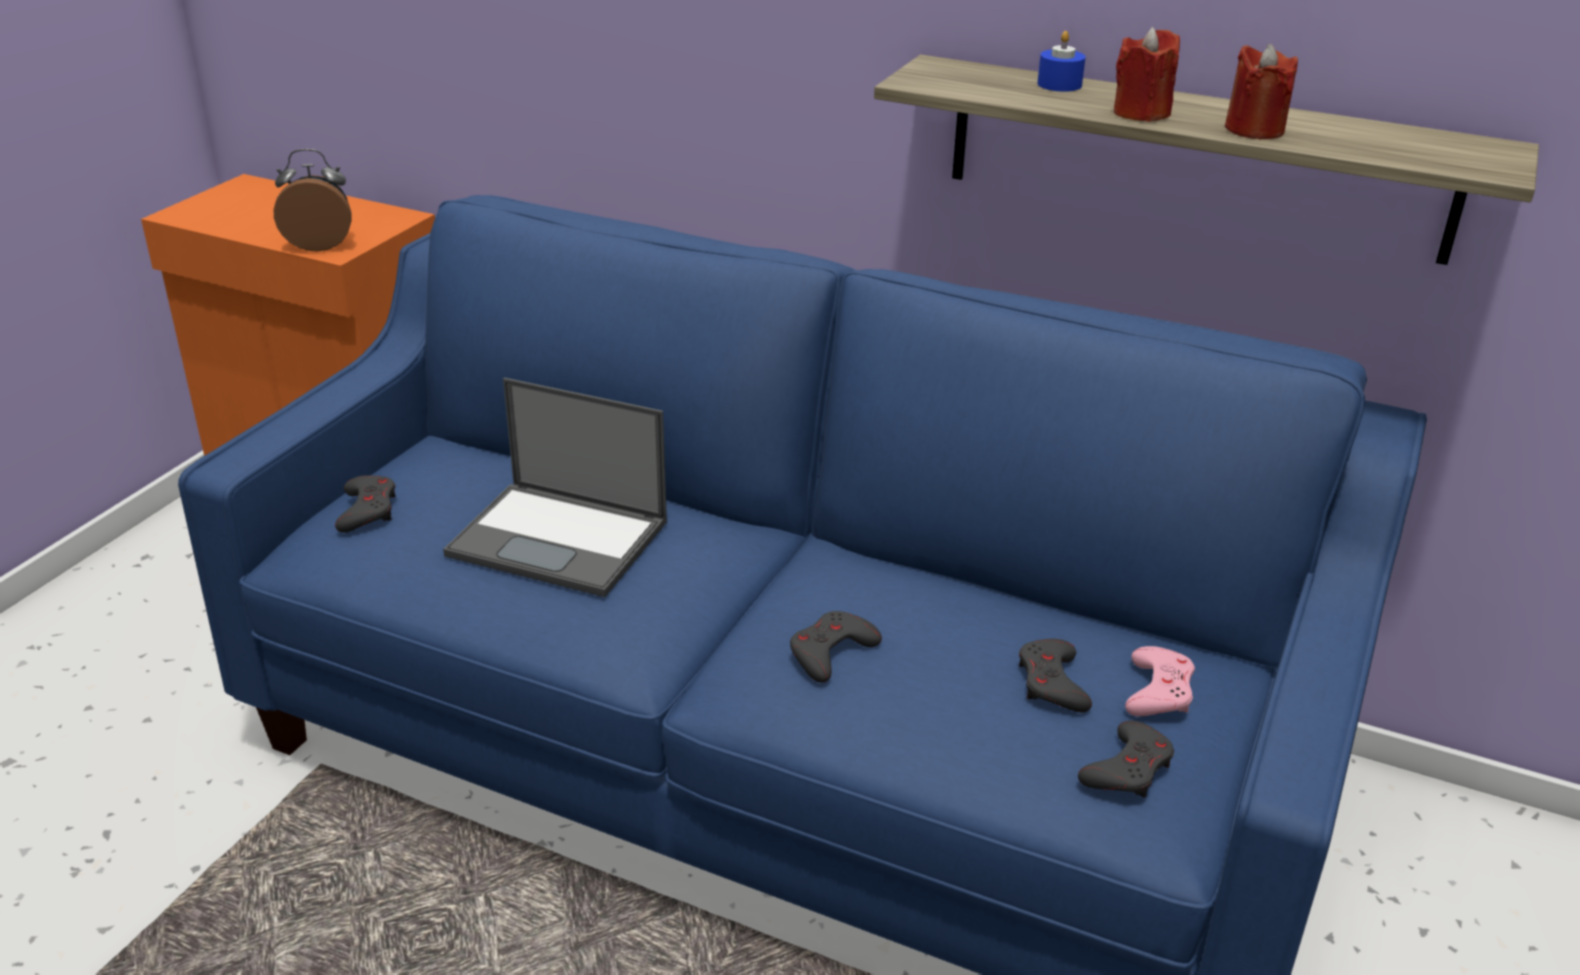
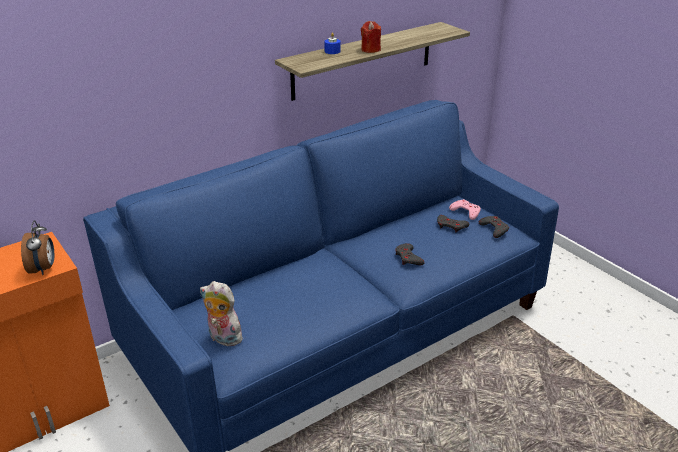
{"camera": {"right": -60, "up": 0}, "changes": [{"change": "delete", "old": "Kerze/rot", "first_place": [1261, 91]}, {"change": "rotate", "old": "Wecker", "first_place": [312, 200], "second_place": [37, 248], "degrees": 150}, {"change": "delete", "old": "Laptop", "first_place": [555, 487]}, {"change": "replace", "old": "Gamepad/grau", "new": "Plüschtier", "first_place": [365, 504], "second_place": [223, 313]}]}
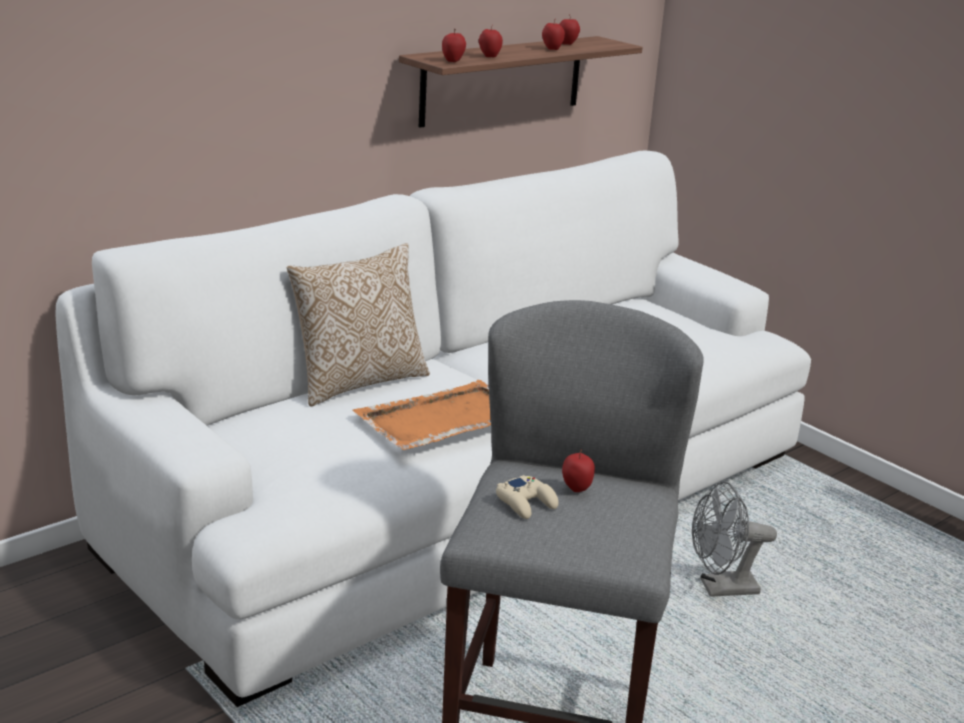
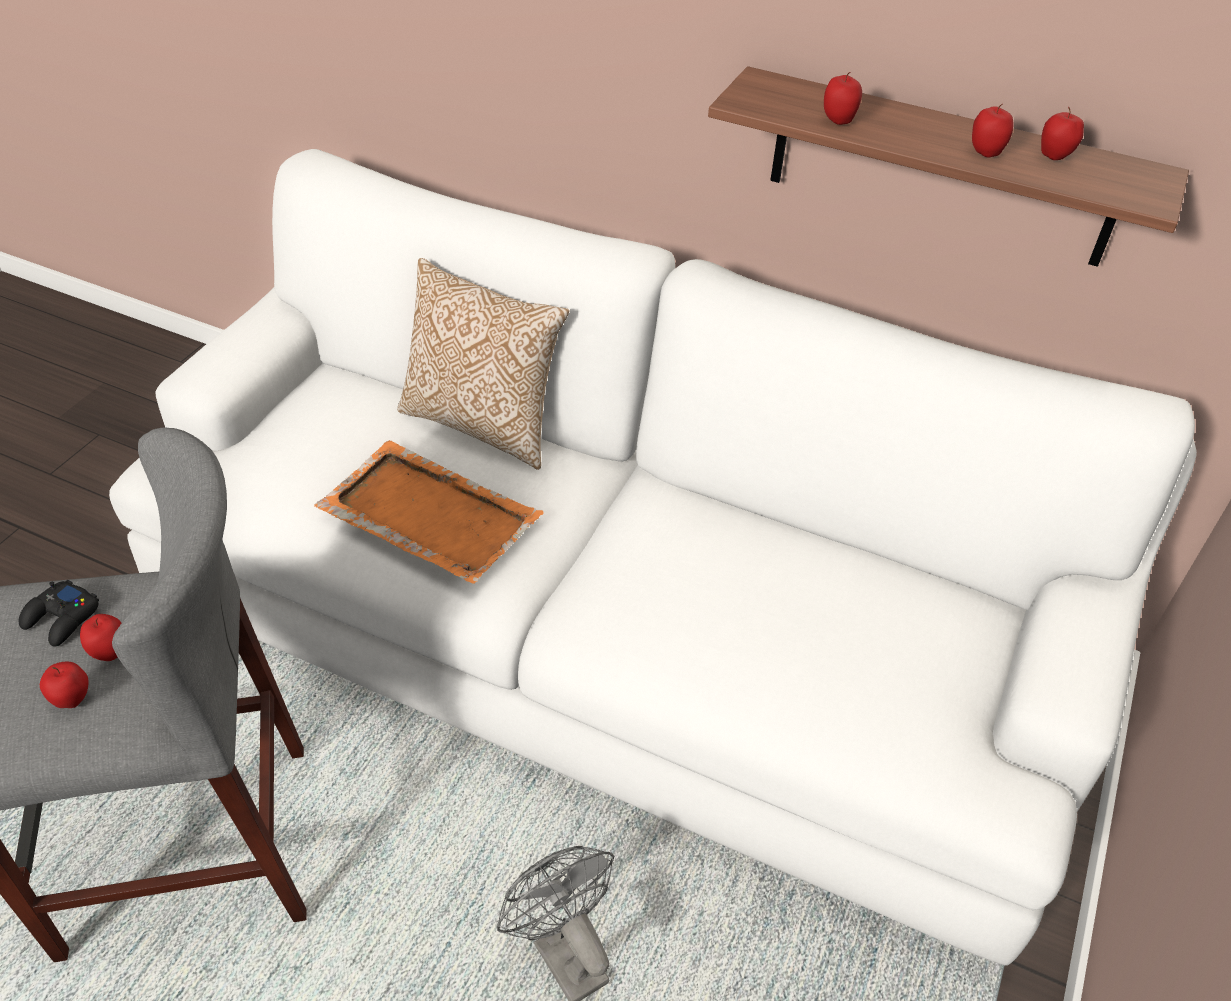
{"camera": {"right": 65, "up": 20}, "changes": [{"change": "move", "old": "Apfel", "first_place": [454, 45], "second_place": [64, 685]}, {"change": "recolor", "old": "Gamepad/beige", "new": "Gamepad/schwarz", "first_place": [527, 497], "second_place": [59, 613]}]}
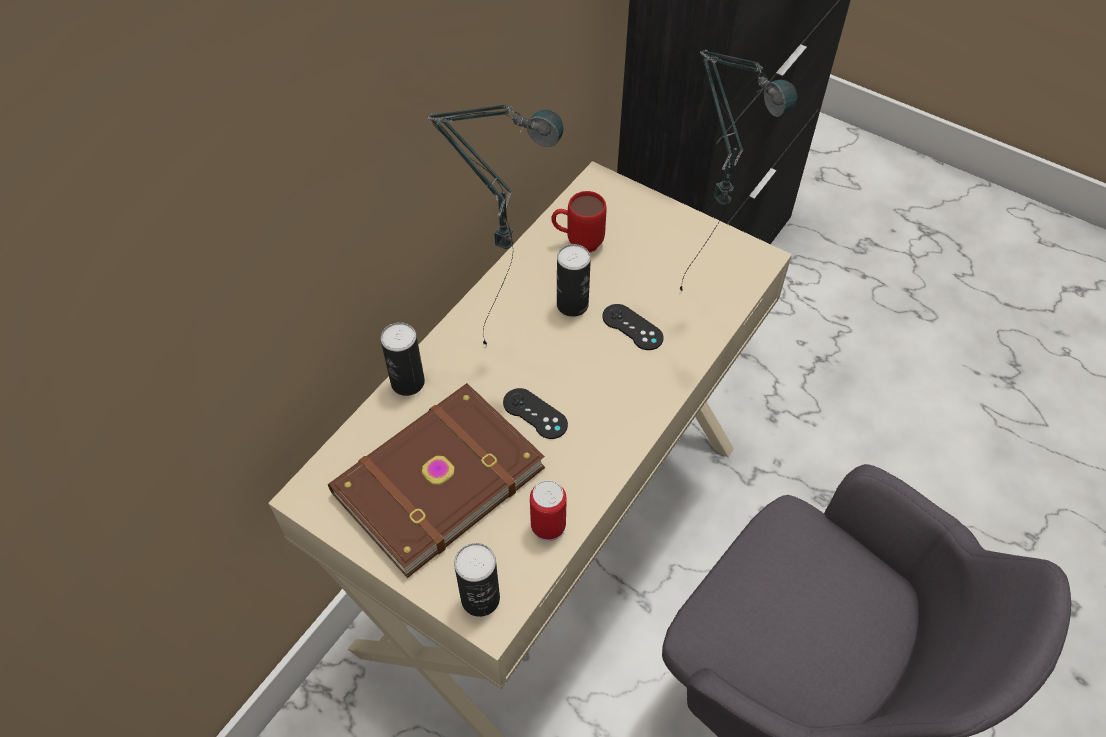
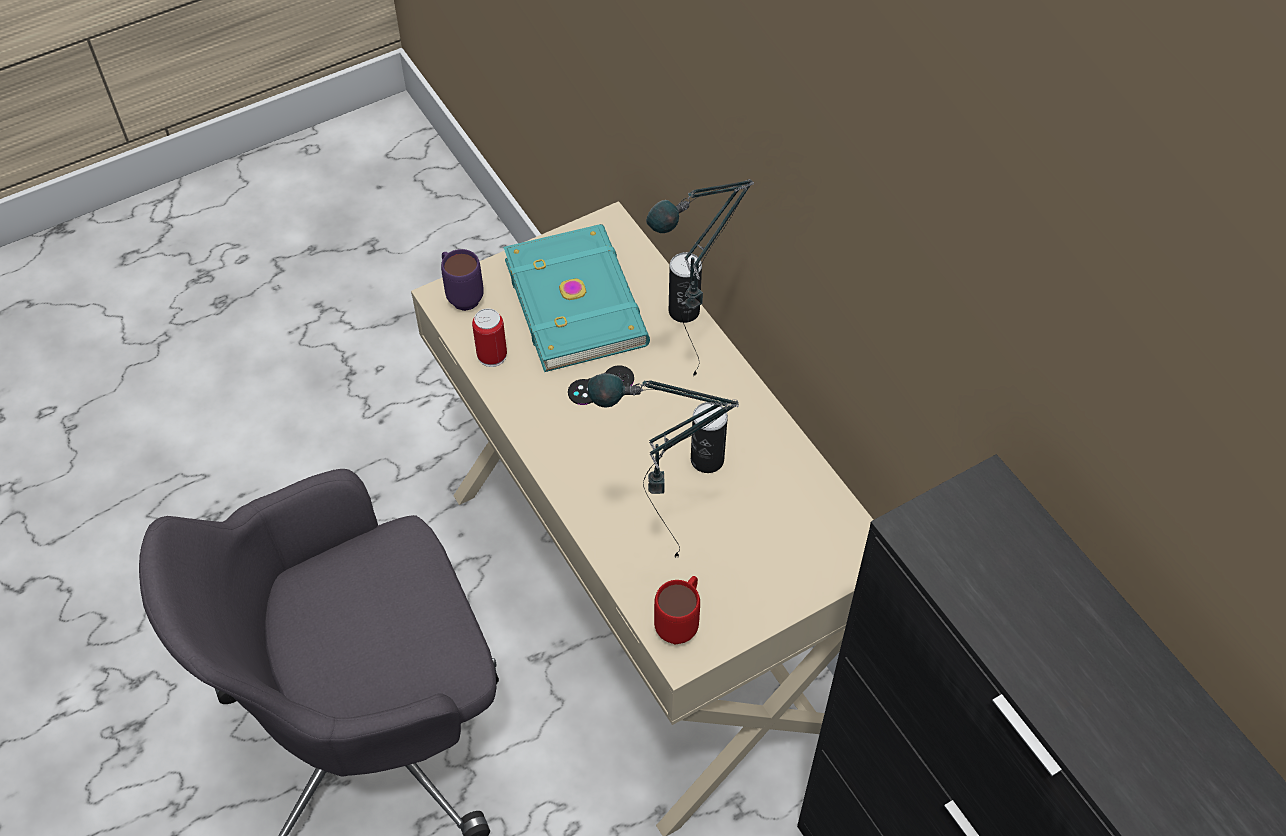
{"camera": {"right": 115, "up": 0}, "changes": [{"change": "move", "old": "Henkelbecher/rot", "first_place": [579, 222], "second_place": [677, 610]}, {"change": "delete", "old": "Gamepad/schwarz", "first_place": [633, 327]}, {"change": "recolor", "old": "Buch/braun", "new": "Buch/türkis", "first_place": [436, 480], "second_place": [576, 298]}, {"change": "replace", "old": "Dose", "new": "Henkelbecher/lila", "first_place": [477, 580], "second_place": [462, 280]}]}
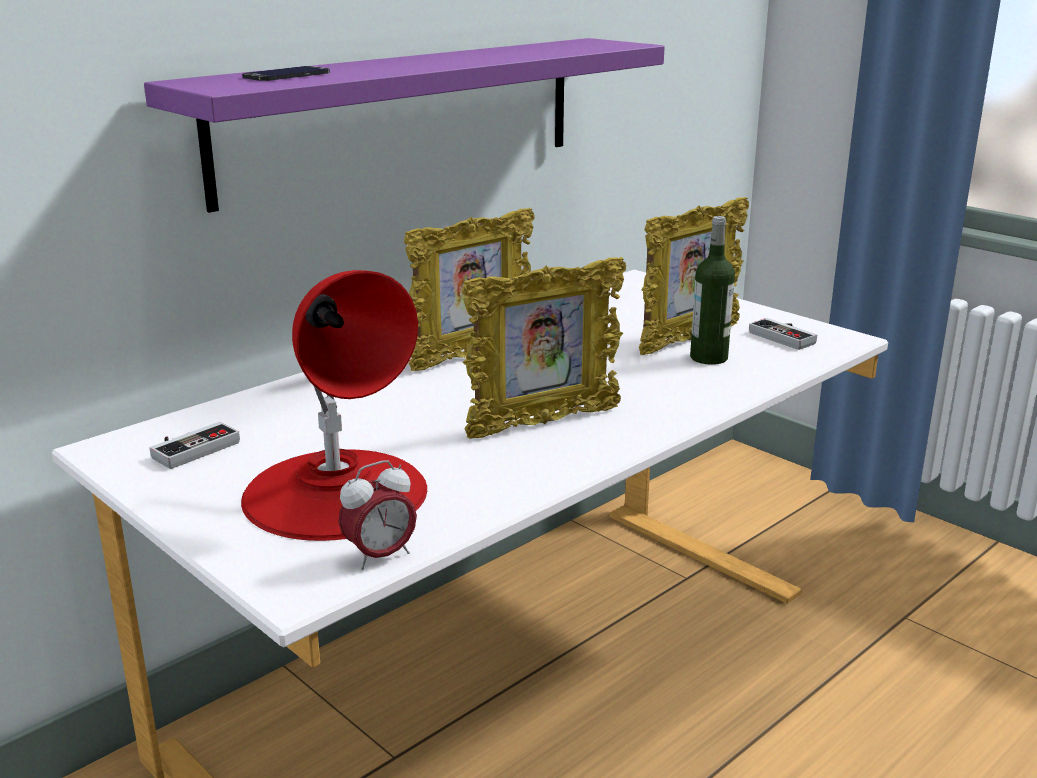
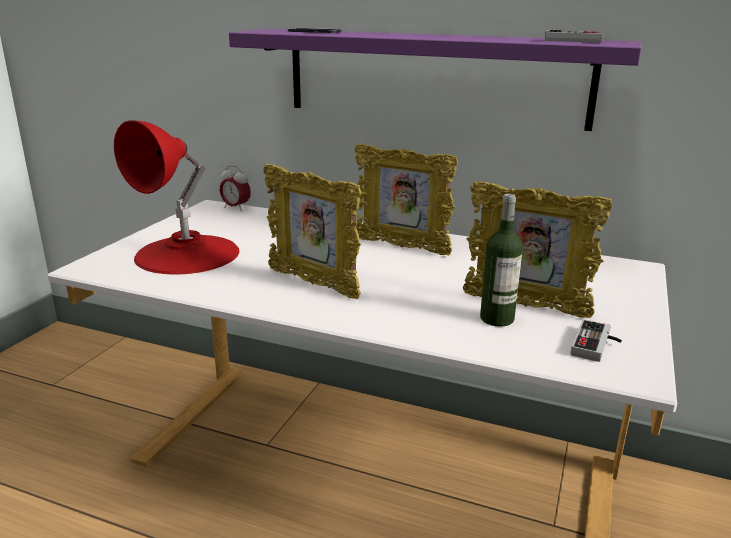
{"camera": {"right": 65, "up": 0}, "changes": [{"change": "move", "old": "Gamepad", "first_place": [195, 445], "second_place": [574, 36]}, {"change": "move", "old": "Wecker", "first_place": [377, 515], "second_place": [235, 188]}]}
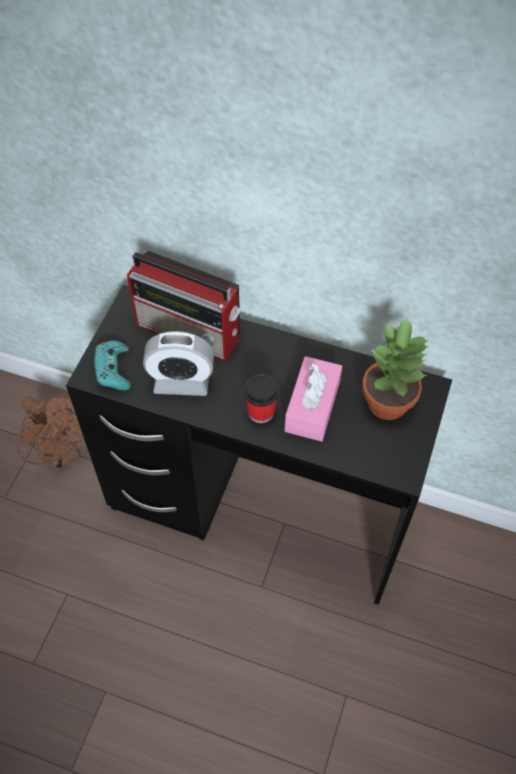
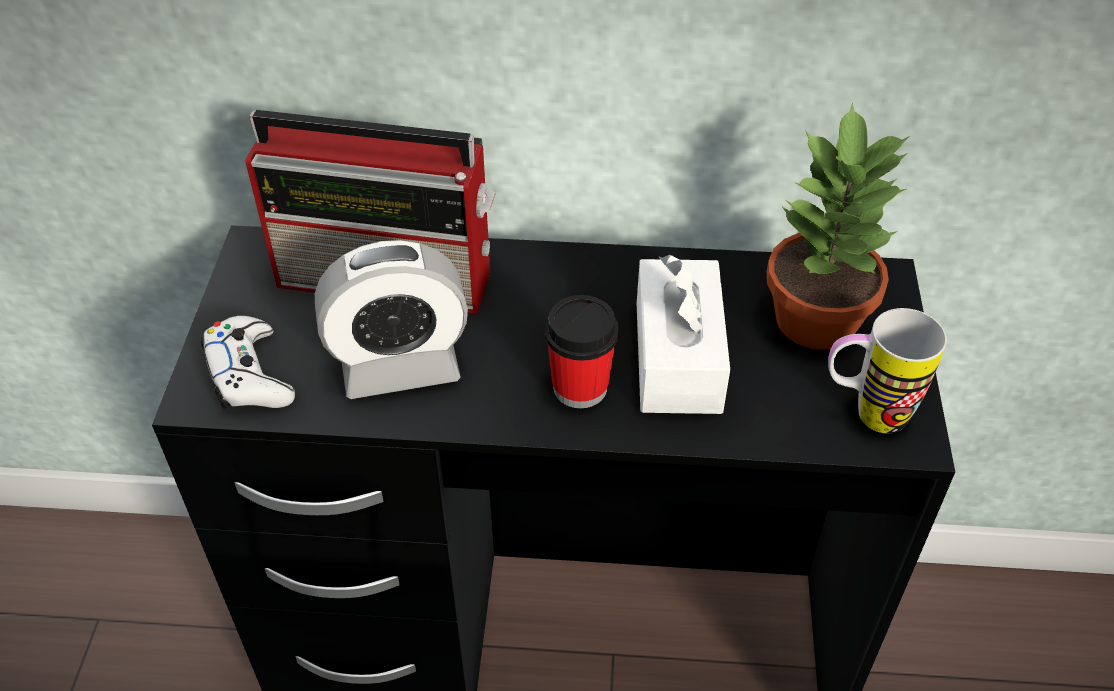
{"camera": {"right": -15, "up": -10}, "changes": [{"change": "recolor", "old": "Gamepad/türkis", "new": "Gamepad/weiß", "first_place": [112, 365], "second_place": [248, 362]}, {"change": "recolor", "old": "Taschentuchbox/rosa", "new": "Taschentuchbox/weiß", "first_place": [313, 399], "second_place": [683, 334]}, {"change": "delete", "old": "Ventilator/braun", "first_place": [50, 432]}, {"change": "insert", "new": "Henkelbecher", "second_place": [887, 370]}]}
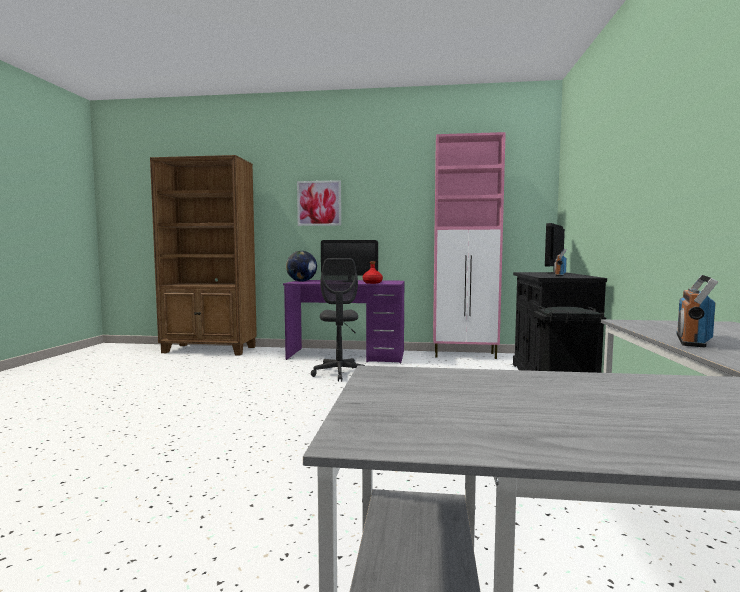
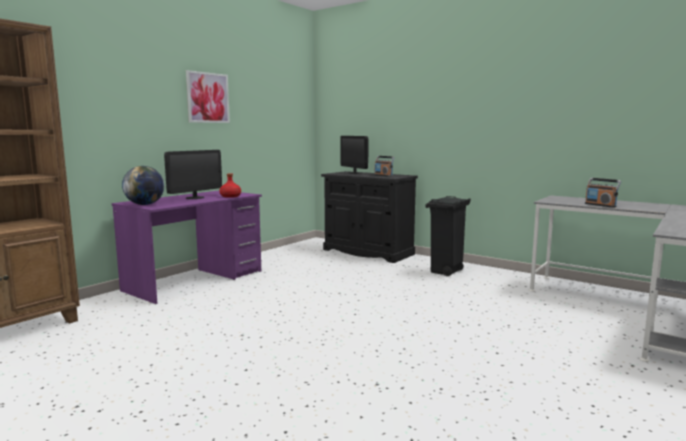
{"camera": {"right": -60, "up": 5}, "changes": [{"change": "delete", "old": "Schrank/rosa", "first_place": [469, 245]}, {"change": "move", "old": "Bild", "first_place": [319, 203], "second_place": [208, 96]}, {"change": "delete", "old": "Bürostuhl/grau", "first_place": [338, 319]}]}
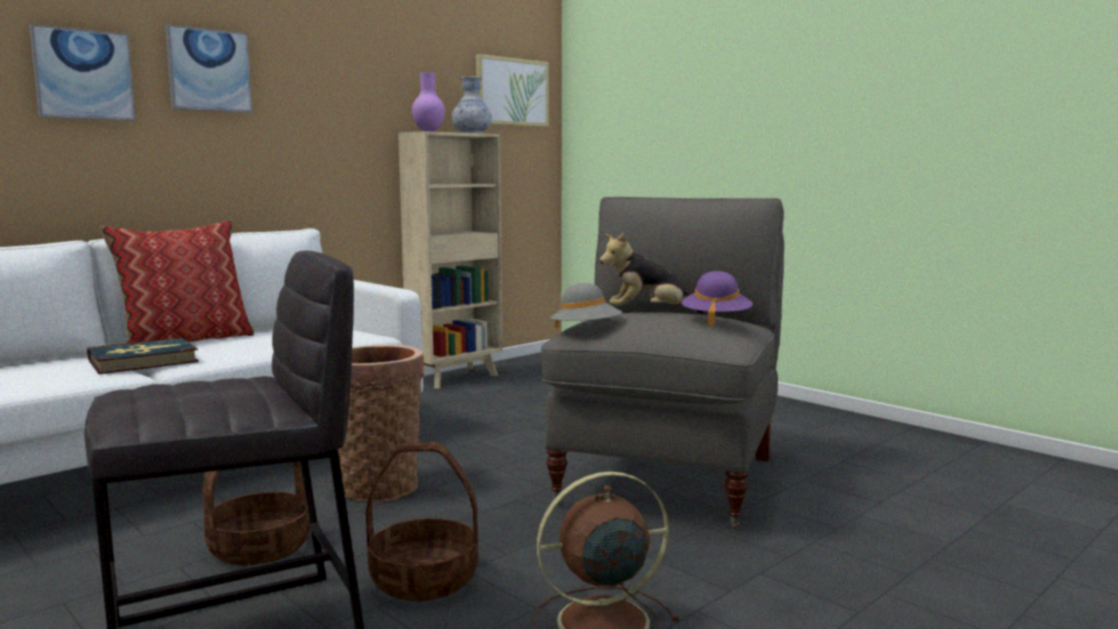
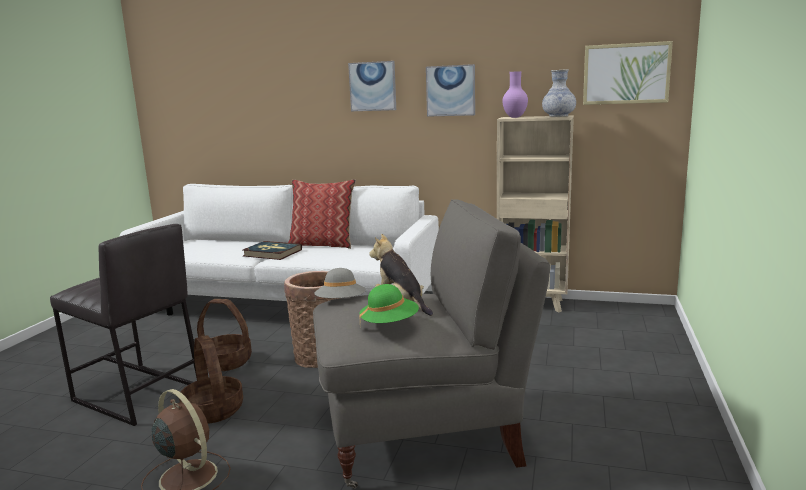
{"camera": {"right": 60, "up": 5}, "changes": [{"change": "move", "old": "Bild", "first_place": [82, 72], "second_place": [450, 90]}, {"change": "recolor", "old": "Hut/lila", "new": "Hut/grün", "first_place": [717, 299], "second_place": [389, 303]}]}
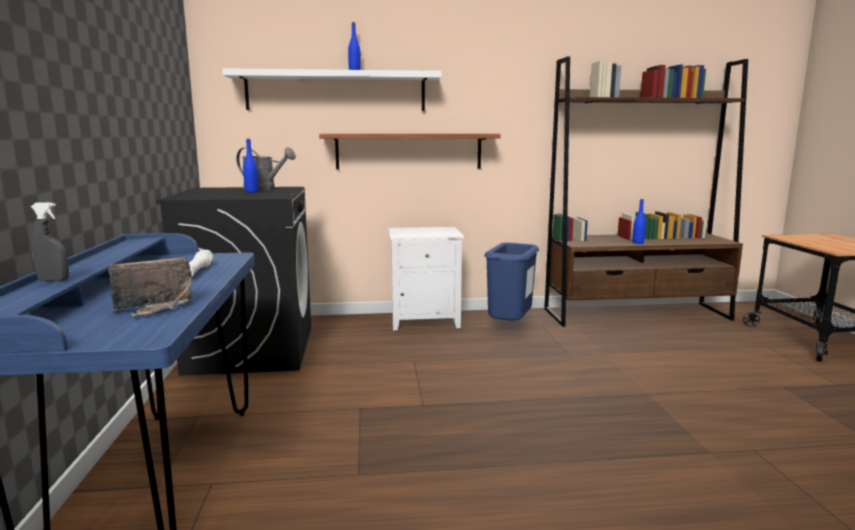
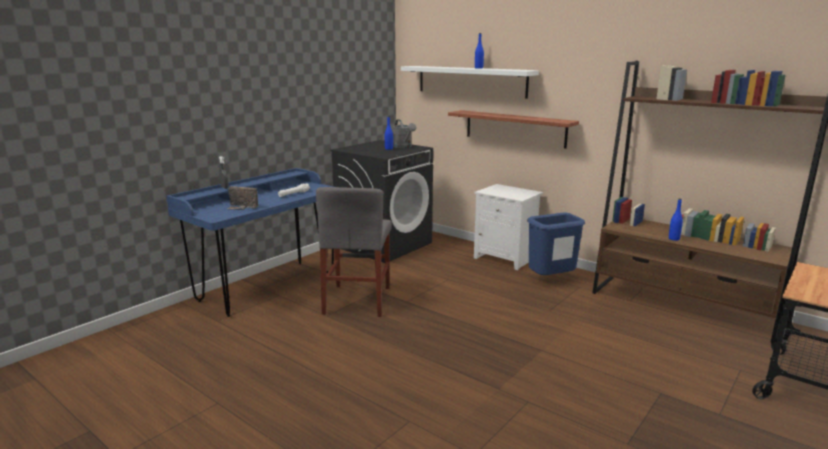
{"camera": {"right": 45, "up": 5}, "changes": [{"change": "insert", "new": "Stuhl/grau", "second_place": [354, 252]}]}
